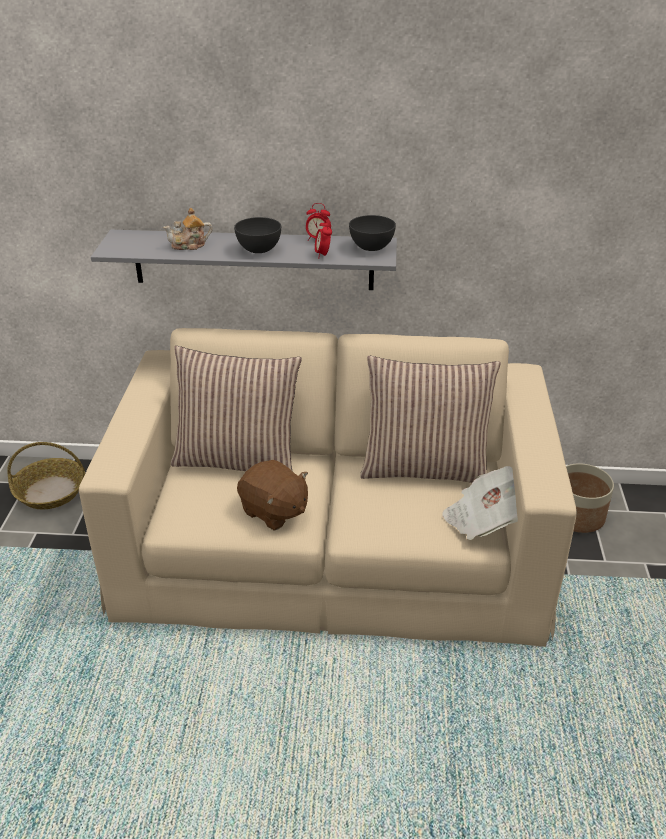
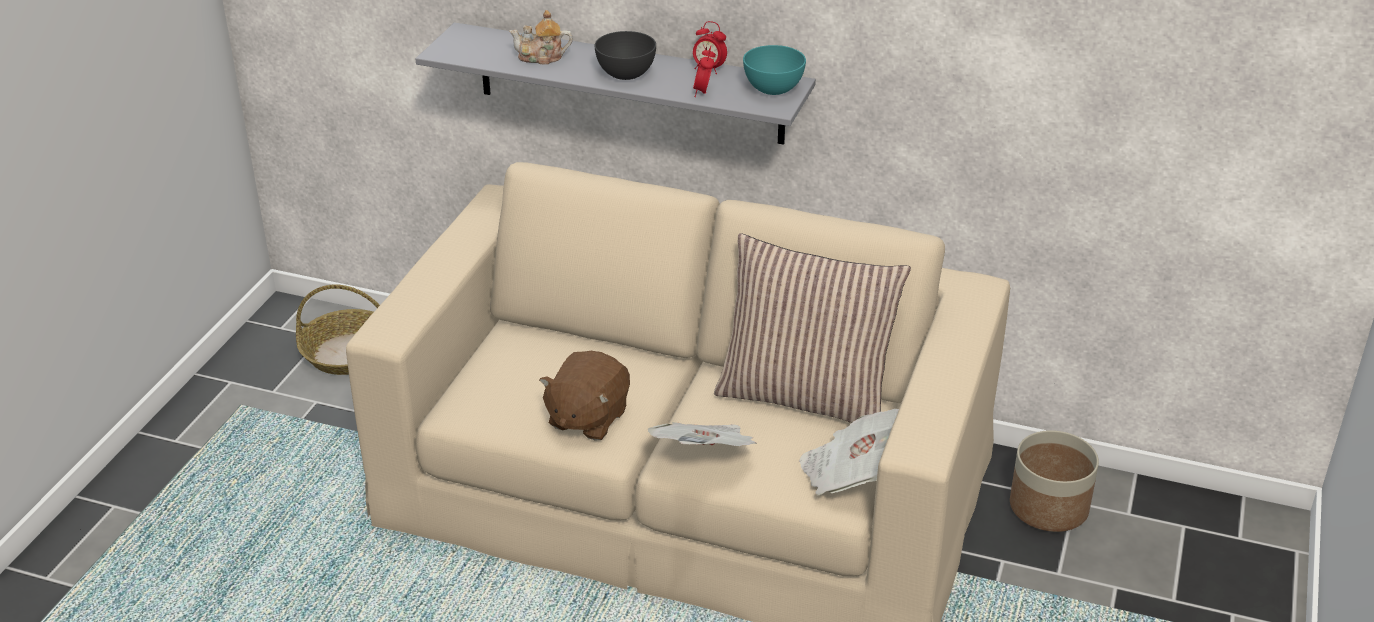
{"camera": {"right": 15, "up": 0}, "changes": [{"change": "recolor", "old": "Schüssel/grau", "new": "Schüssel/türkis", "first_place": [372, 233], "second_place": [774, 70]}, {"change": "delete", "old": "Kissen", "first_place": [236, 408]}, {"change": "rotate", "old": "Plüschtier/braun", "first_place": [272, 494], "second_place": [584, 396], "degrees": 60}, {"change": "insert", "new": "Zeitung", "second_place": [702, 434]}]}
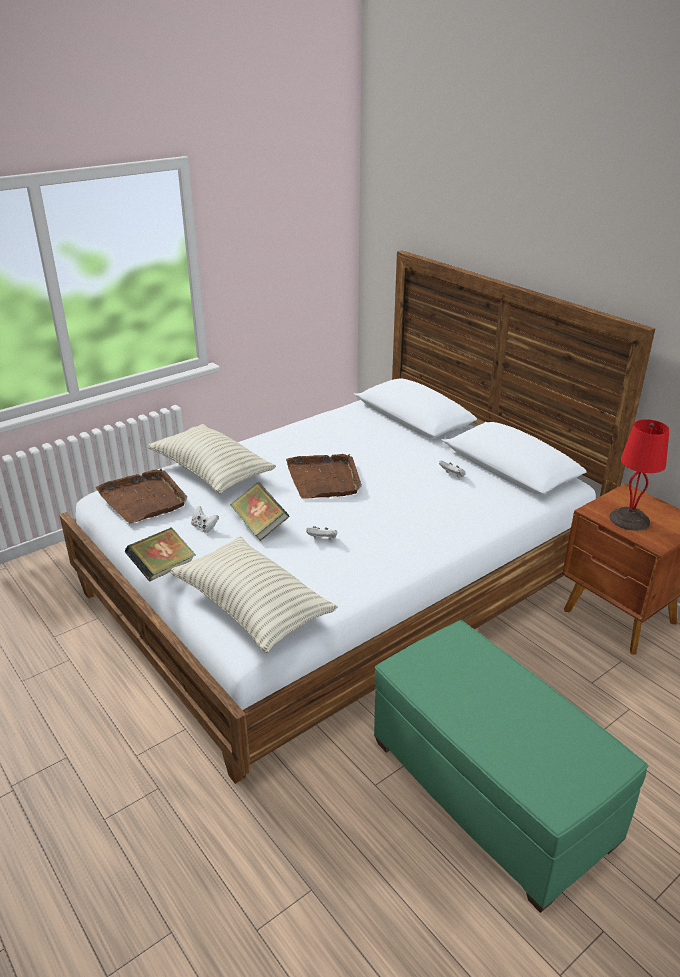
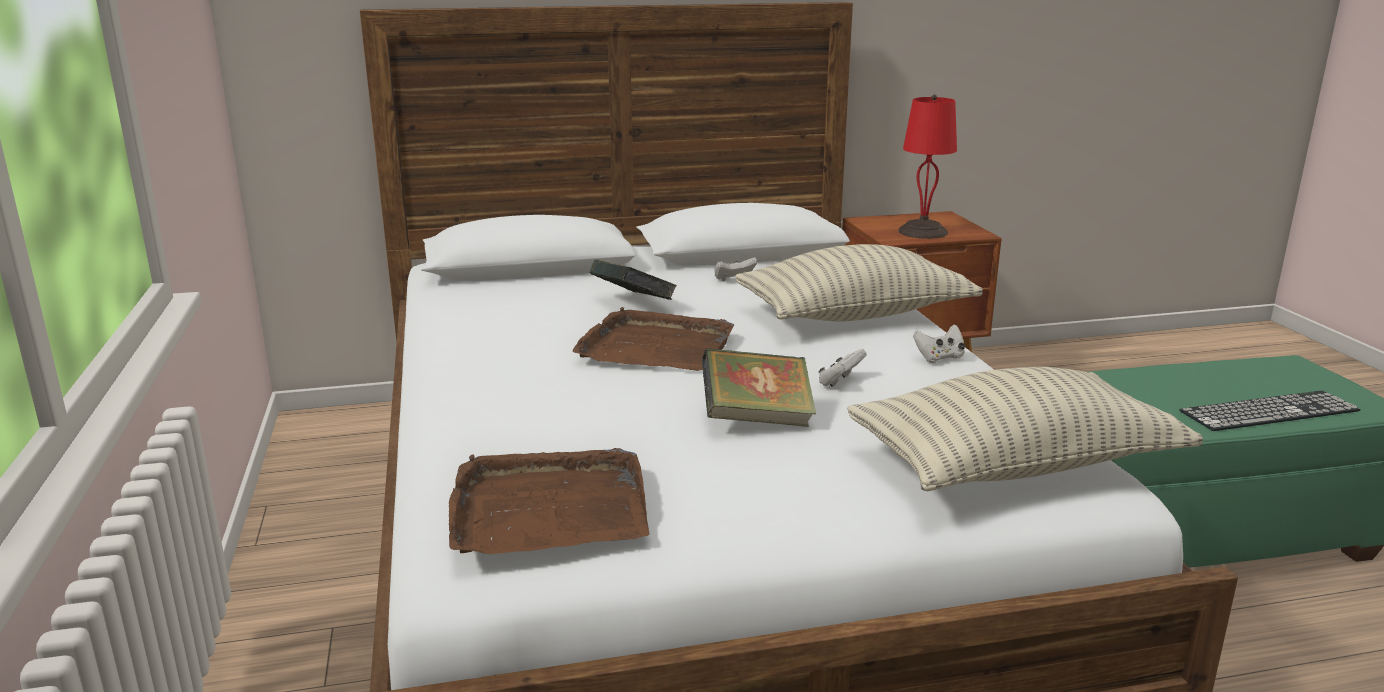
{"camera": {"right": -65, "up": -10}, "changes": [{"change": "move", "old": "Kissen", "first_place": [212, 459], "second_place": [859, 282]}, {"change": "move", "old": "Gamepad/weiß", "first_place": [205, 519], "second_place": [939, 343]}, {"change": "move", "old": "Buch", "first_place": [160, 554], "second_place": [633, 279]}, {"change": "insert", "new": "Tastatur", "second_place": [1269, 411]}]}
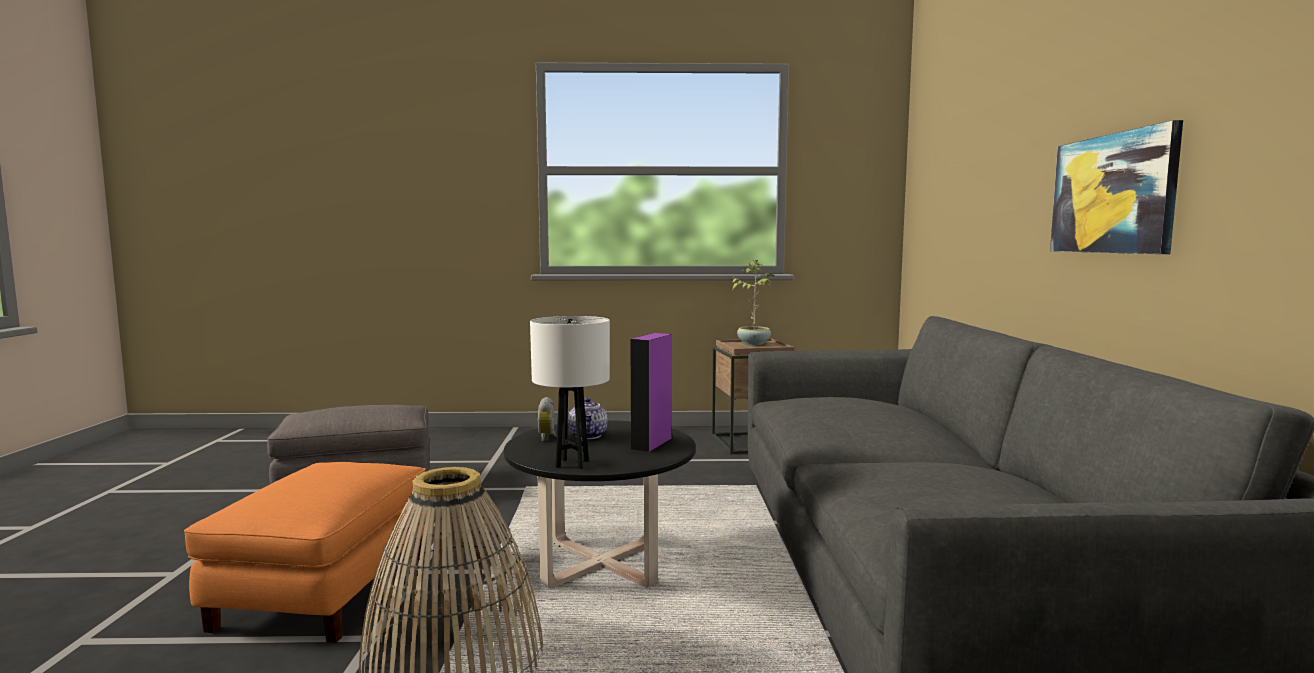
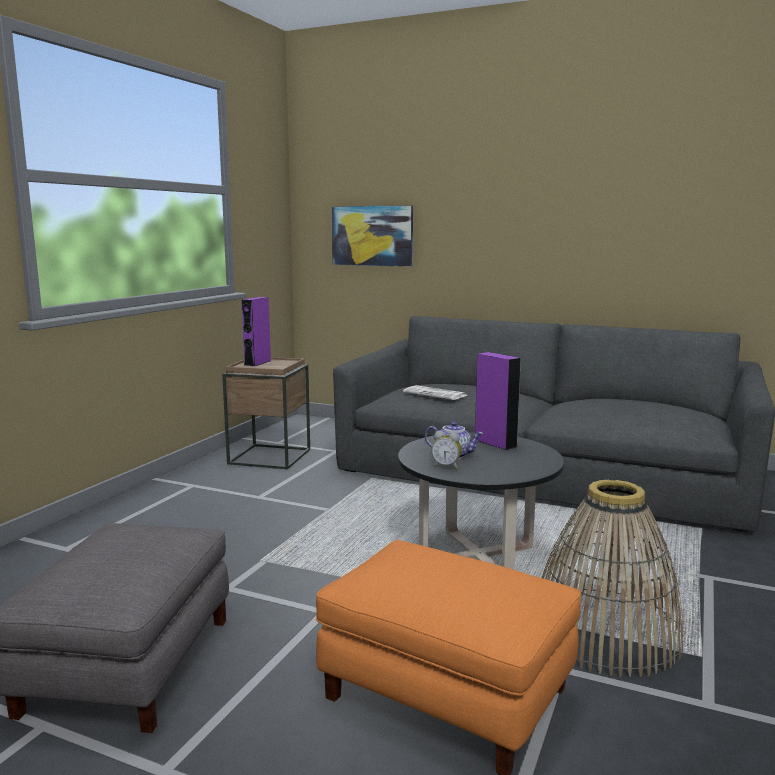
{"camera": {"right": -65, "up": 5}, "changes": [{"change": "move", "old": "Bild", "first_place": [1116, 187], "second_place": [372, 236]}, {"change": "replace", "old": "Topfpflanze", "new": "Lautsprecher/lila", "first_place": [752, 302], "second_place": [256, 331]}, {"change": "delete", "old": "Tischlampe/weiß", "first_place": [570, 392]}, {"change": "insert", "new": "Zeitung", "second_place": [435, 392]}]}
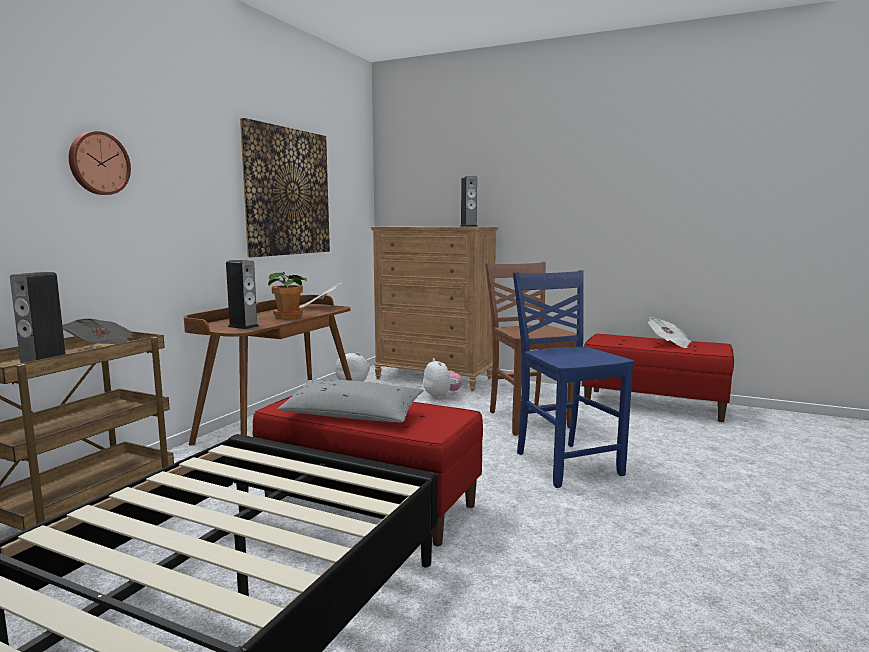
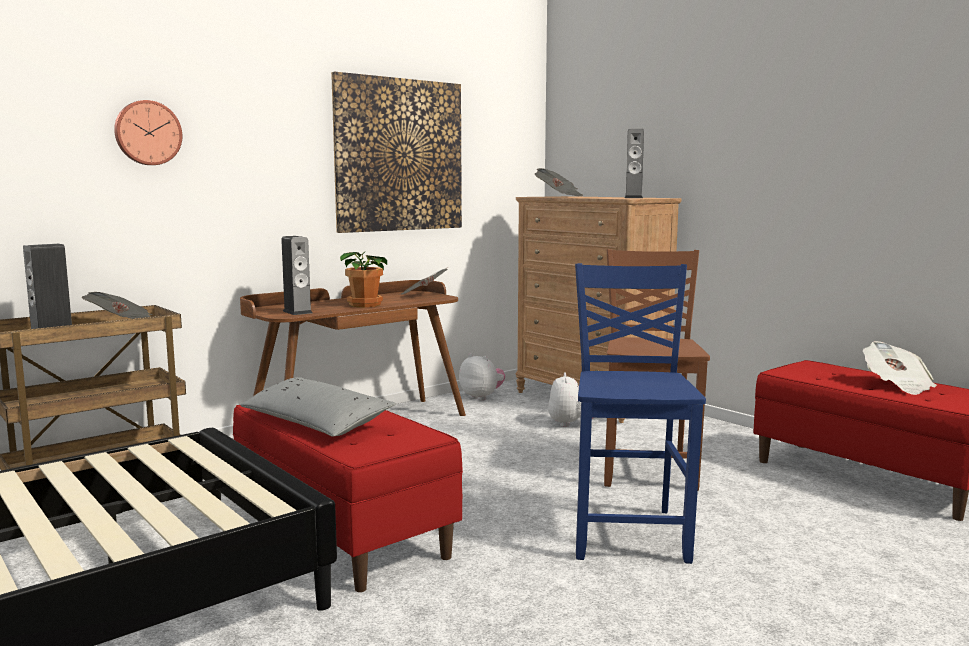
{"camera": {"right": 25, "up": 0}, "changes": [{"change": "insert", "new": "Zeitung", "second_place": [559, 182]}]}
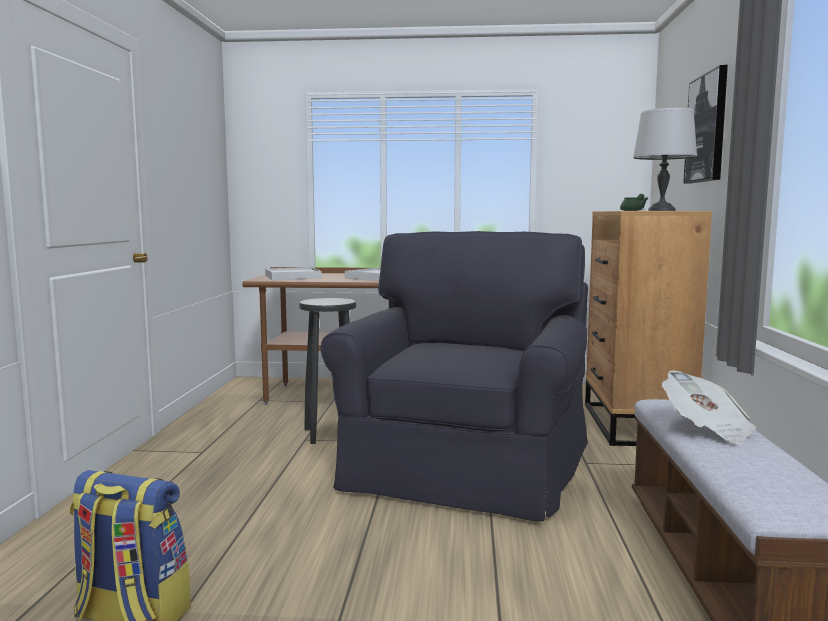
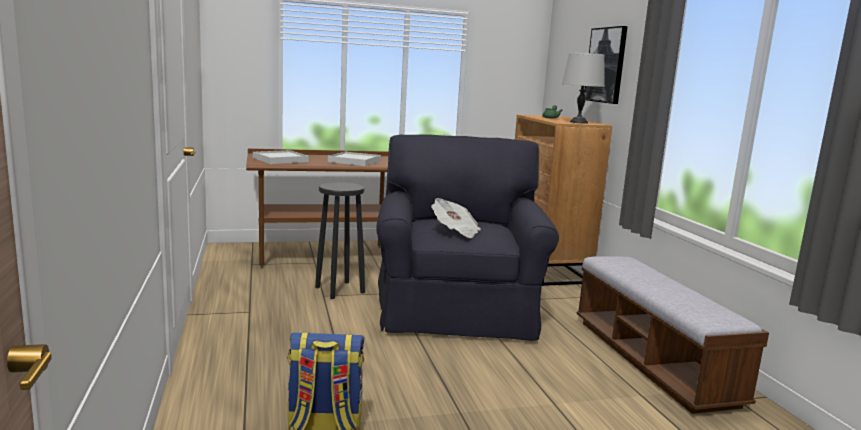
{"camera": {"right": -20, "up": 5}, "changes": [{"change": "move", "old": "Zeitung", "first_place": [709, 407], "second_place": [456, 218]}]}
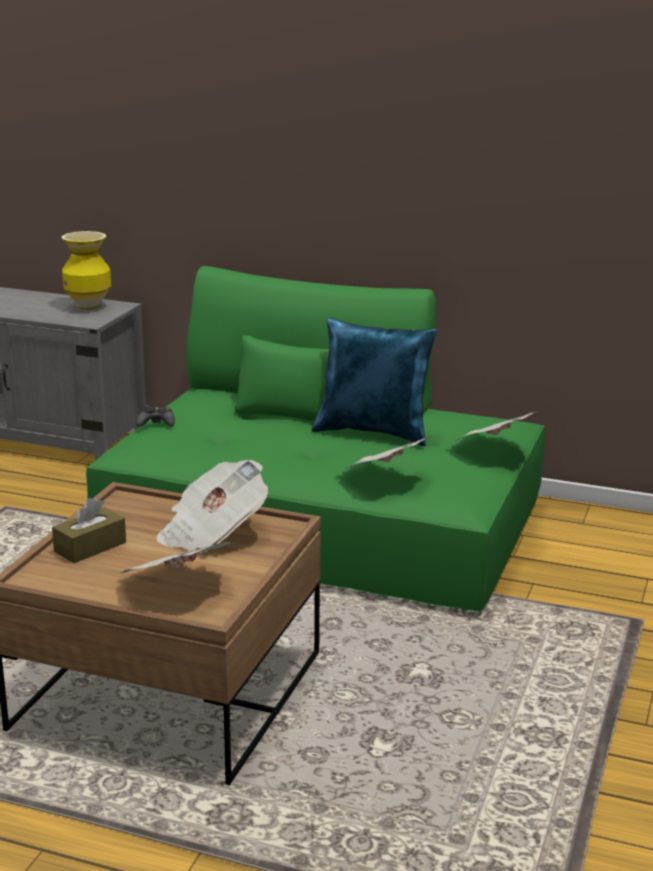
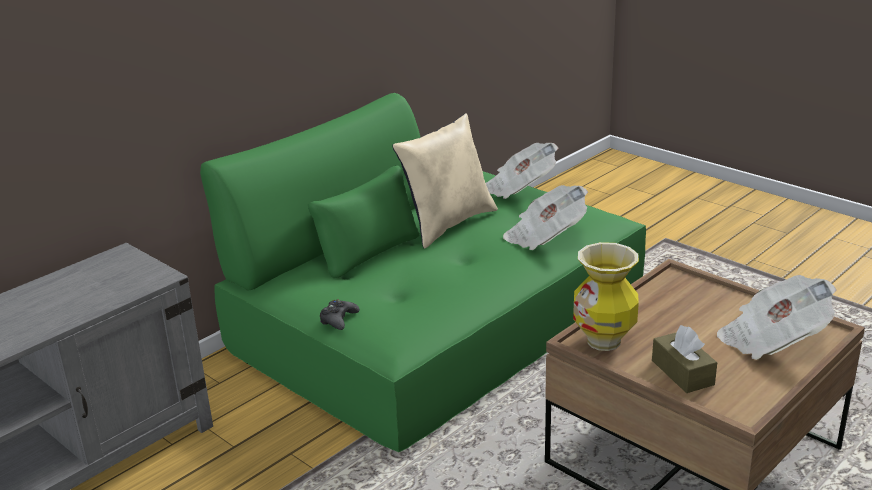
{"camera": {"right": -65, "up": 5}, "changes": [{"change": "move", "old": "Vase", "first_place": [86, 271], "second_place": [606, 296]}, {"change": "recolor", "old": "Kissen/blau", "new": "Kissen/beige", "first_place": [374, 382], "second_place": [445, 181]}, {"change": "delete", "old": "Zeitung", "first_place": [212, 506]}]}
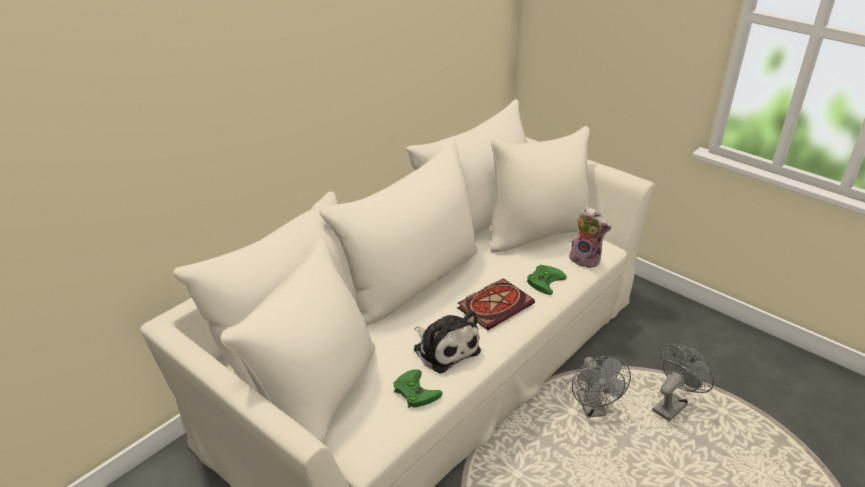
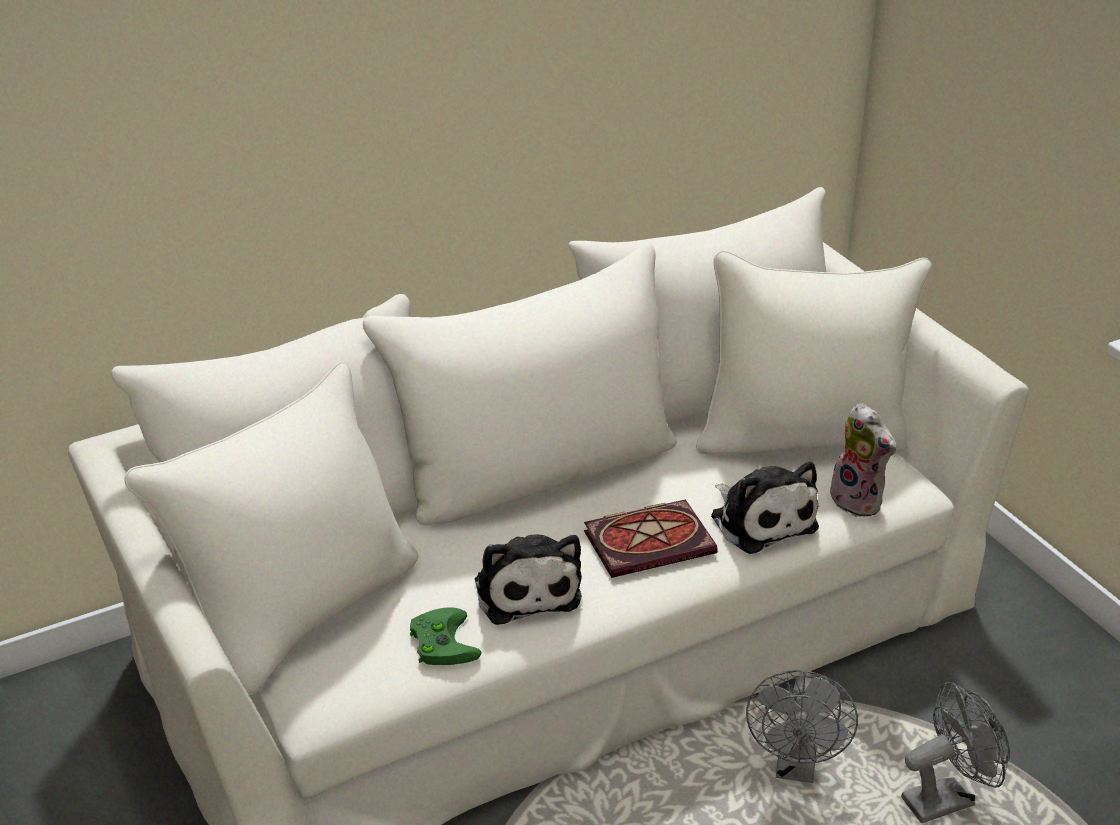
{"camera": {"right": 20, "up": 0}, "changes": [{"change": "replace", "old": "Gamepad/grün", "new": "Plüschtier", "first_place": [547, 280], "second_place": [765, 507]}]}
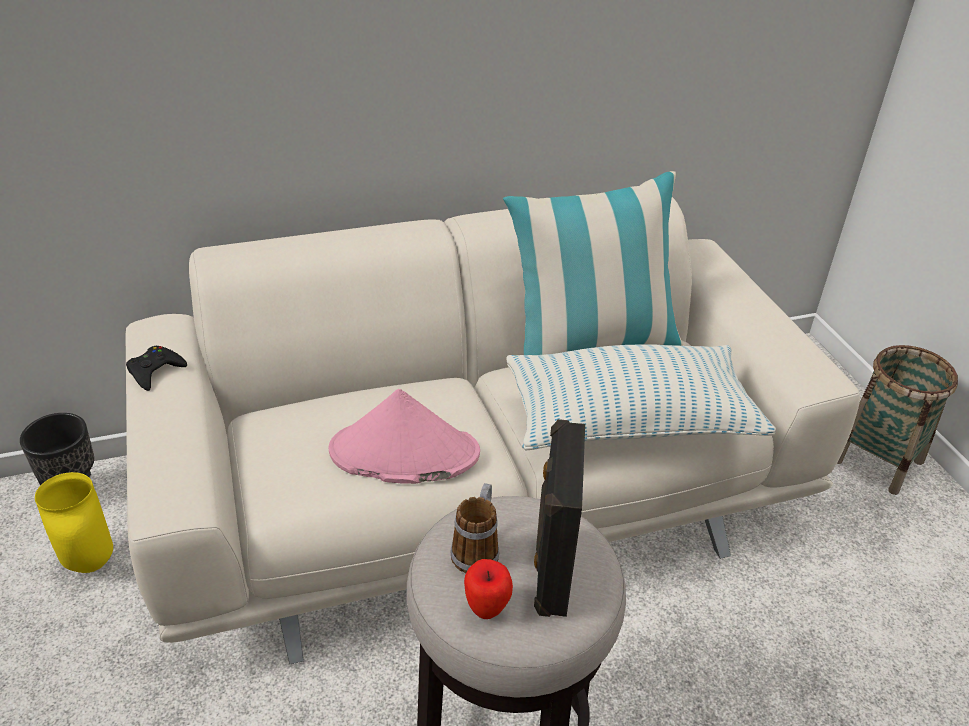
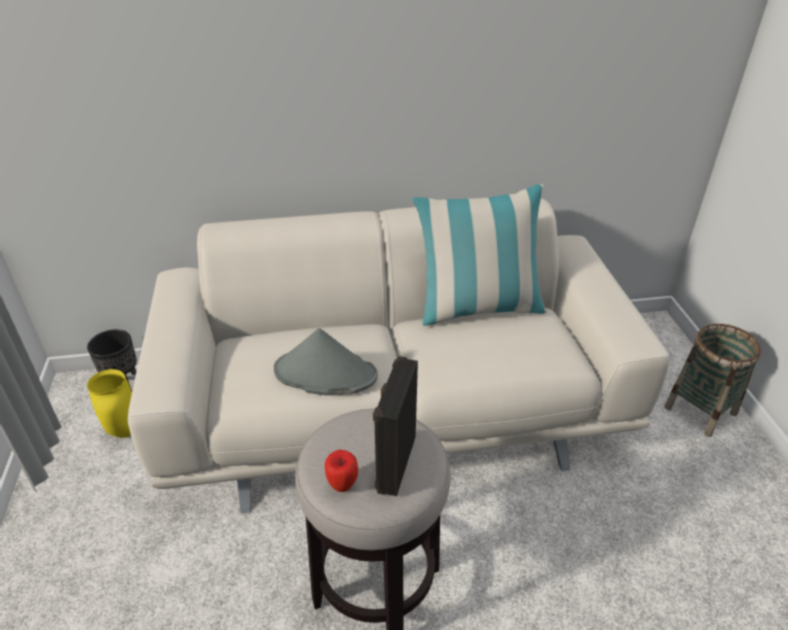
{"camera": {"right": 10, "up": 0}, "changes": [{"change": "delete", "old": "Kissen", "first_place": [641, 397]}, {"change": "delete", "old": "Gamepad/schwarz", "first_place": [156, 368]}, {"change": "recolor", "old": "Hut/rosa", "new": "Hut/grau", "first_place": [404, 436], "second_place": [326, 362]}, {"change": "delete", "old": "Henkelbecher", "first_place": [474, 528]}]}
